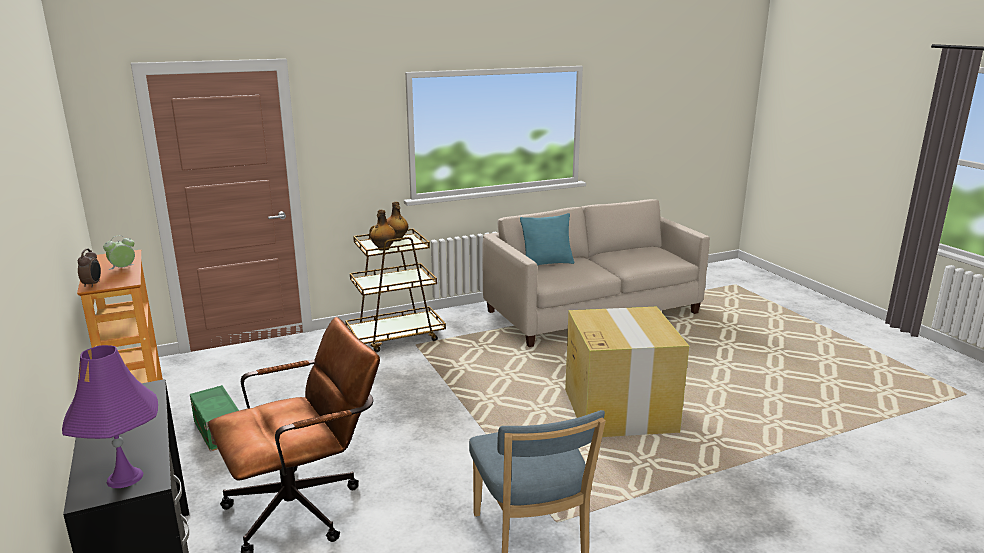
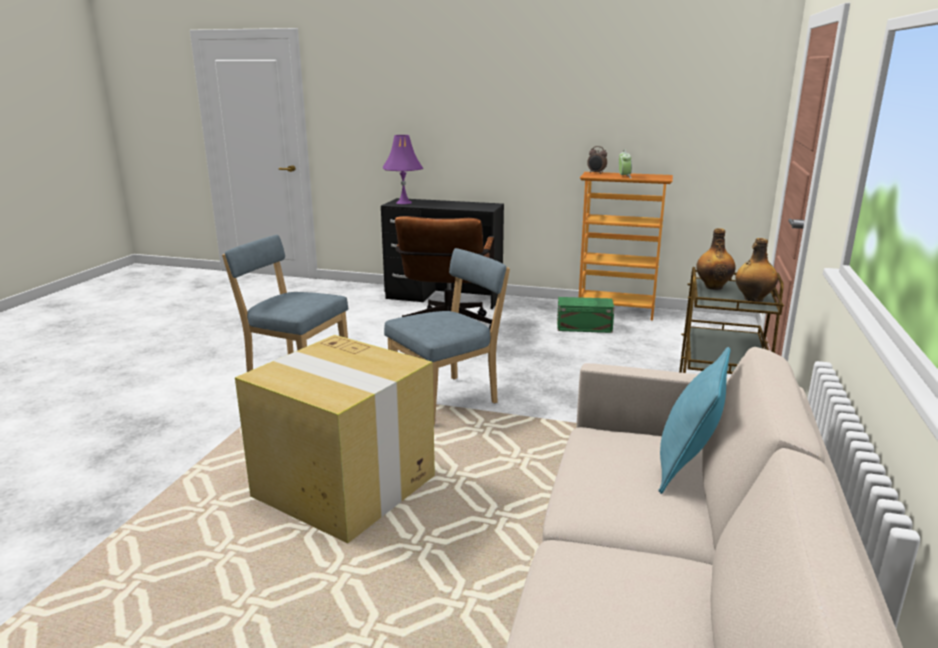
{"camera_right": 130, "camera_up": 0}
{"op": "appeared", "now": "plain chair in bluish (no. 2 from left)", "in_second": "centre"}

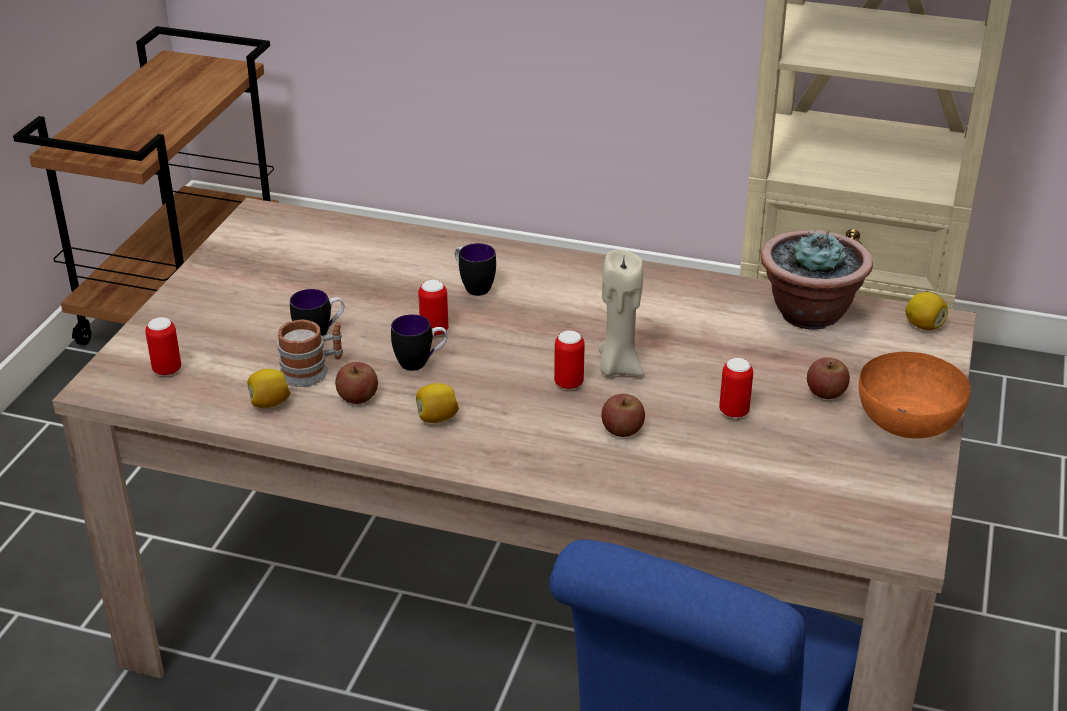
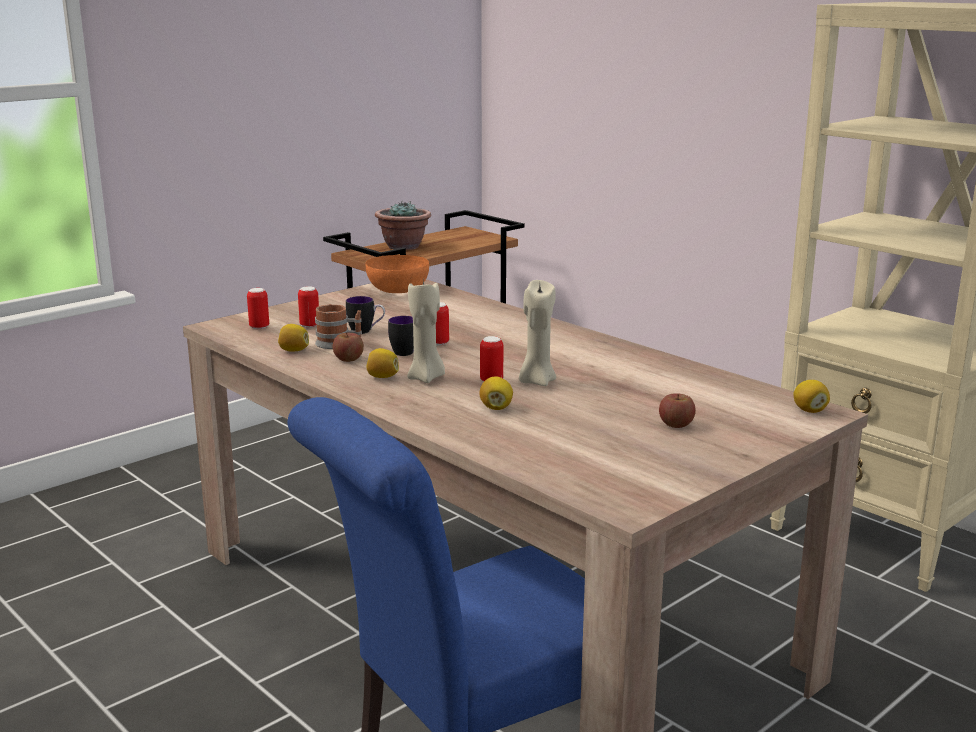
{"camera_right": 30, "camera_up": -15}
{"op": "relocated", "was": "sealed can (no. 4 from left in the first image)", "now": "sealed can (no. 2 from left)", "in_first": "middle right", "in_second": "middle left"}
{"op": "relocated", "was": "deep dish in orangey", "in_first": "middle right", "in_second": "centre"}
{"op": "relocated", "was": "potted plant", "in_first": "middle right", "in_second": "top centre"}
{"op": "appeared", "now": "wax candle in beige-coloured (no. 1 from left)", "in_second": "centre"}
{"op": "exchanged", "was": "apple (no. 2 from left)", "now": "lemon (no. 3 from left)", "in_first": "centre", "in_second": "centre"}
{"op": "missing", "was": "tea mug (no. 4 from left)", "in_first": "centre"}

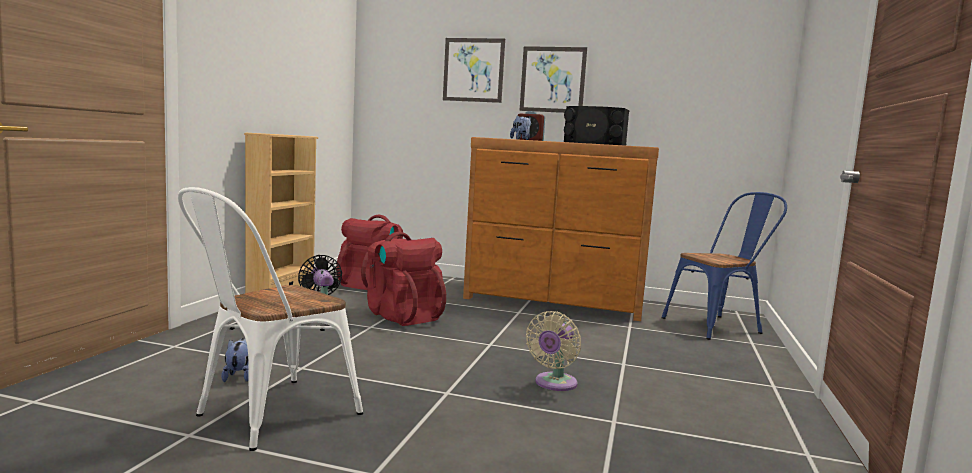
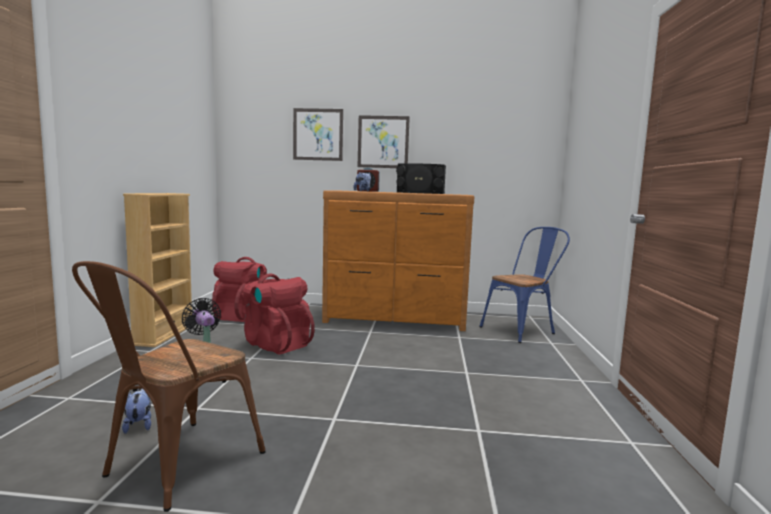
{"camera_right": -10, "camera_up": 0}
{"op": "colour", "was": "plain chair in white-coloured", "now": "plain chair in brownish", "in_first": "bottom left", "in_second": "bottom left"}
{"op": "missing", "was": "electric fan in beige-coloured", "in_first": "bottom centre"}

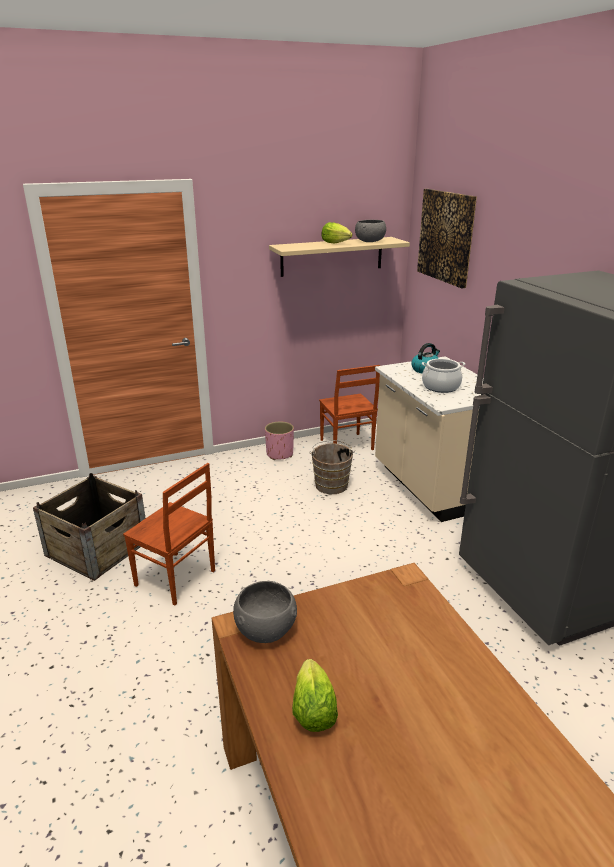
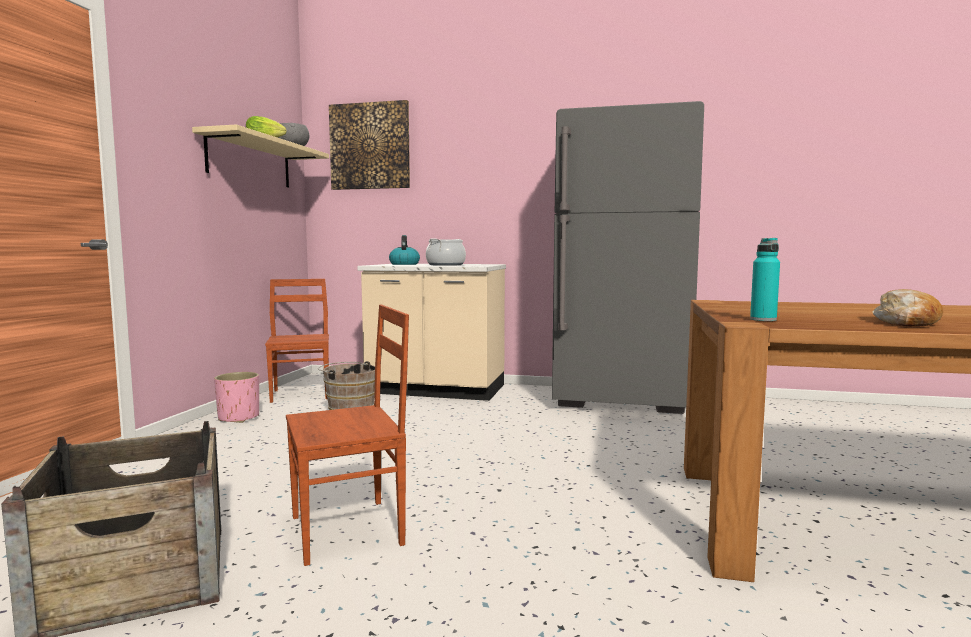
{"camera_right": -55, "camera_up": -20}
{"op": "spun", "was": "plain chair in brownish (no. 2 from left in the first image)", "in_first": "centre", "in_second": "middle left", "clockwise": -120}
{"op": "exchanged", "was": "deep dish in greyish (no. 1 from left)", "now": "drink bottle in turquoise", "in_first": "bottom centre", "in_second": "middle right"}
{"op": "exchanged", "was": "head of lettuce (no. 1 from left)", "now": "bakery bread", "in_first": "bottom centre", "in_second": "middle right"}

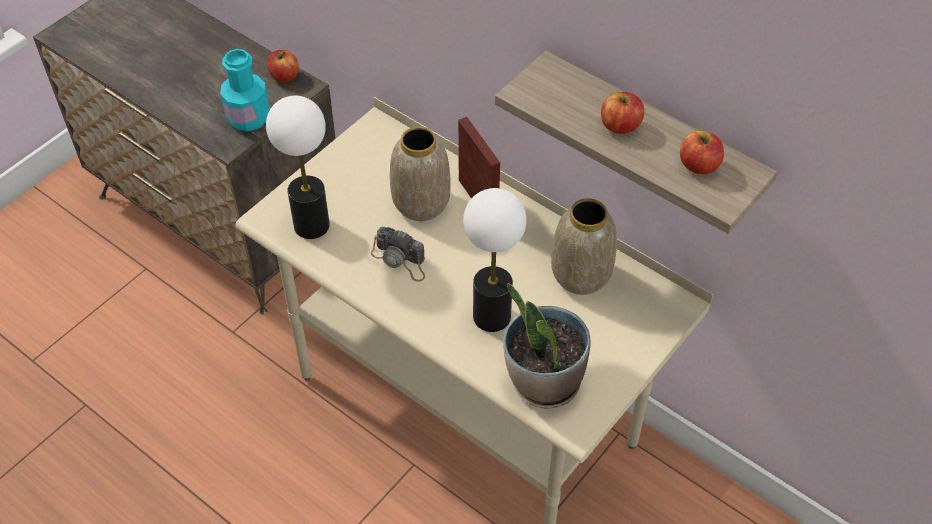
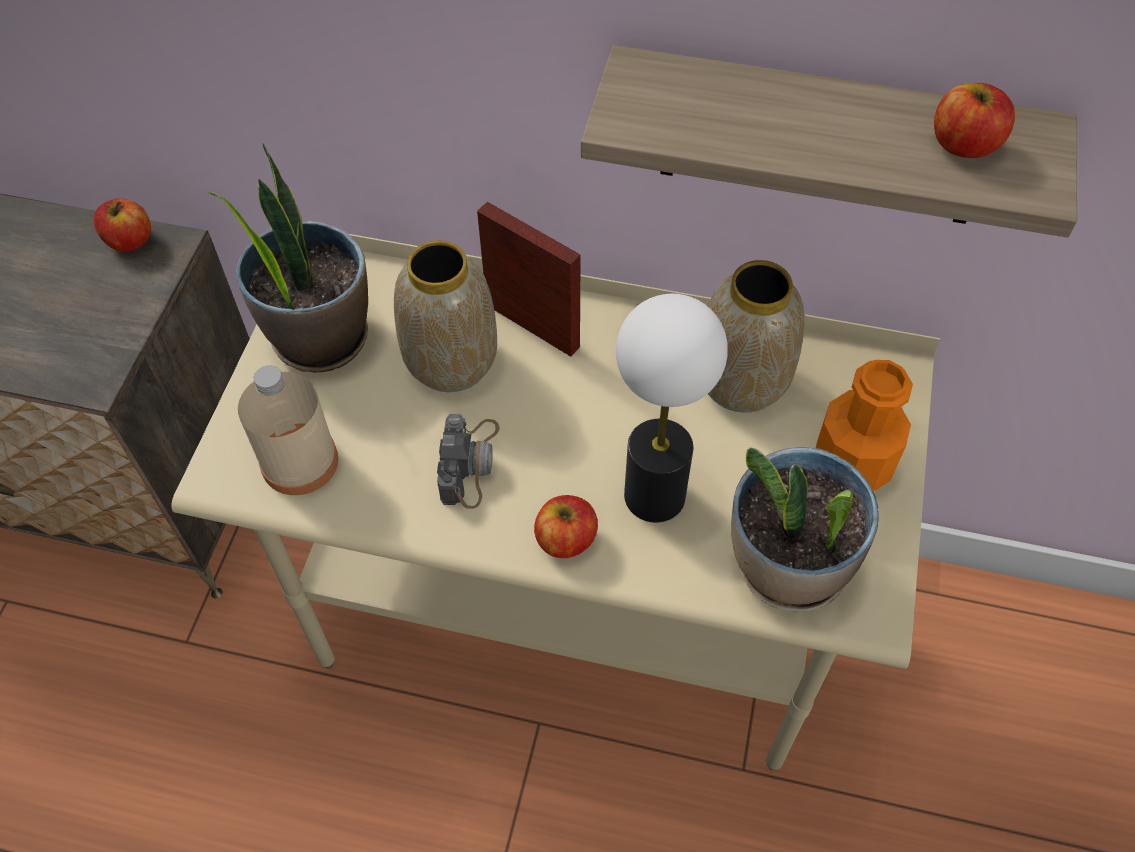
{"camera_right": -25, "camera_up": 5}
{"op": "appeared", "now": "potted plant (no. 1 from left)", "in_second": "top left"}
{"op": "exchanged", "was": "lamp for a table (no. 1 from left)", "now": "drink bottle in beige-coloured", "in_first": "top left", "in_second": "middle left"}
{"op": "spun", "was": "photo camera", "in_first": "centre", "in_second": "centre", "clockwise": -90}
{"op": "relocated", "was": "apple (no. 2 from left)", "in_first": "top right", "in_second": "centre"}
{"op": "appeared", "now": "drink bottle in orangey", "in_second": "middle right"}
{"op": "missing", "was": "drink bottle in turquoise", "in_first": "top left"}

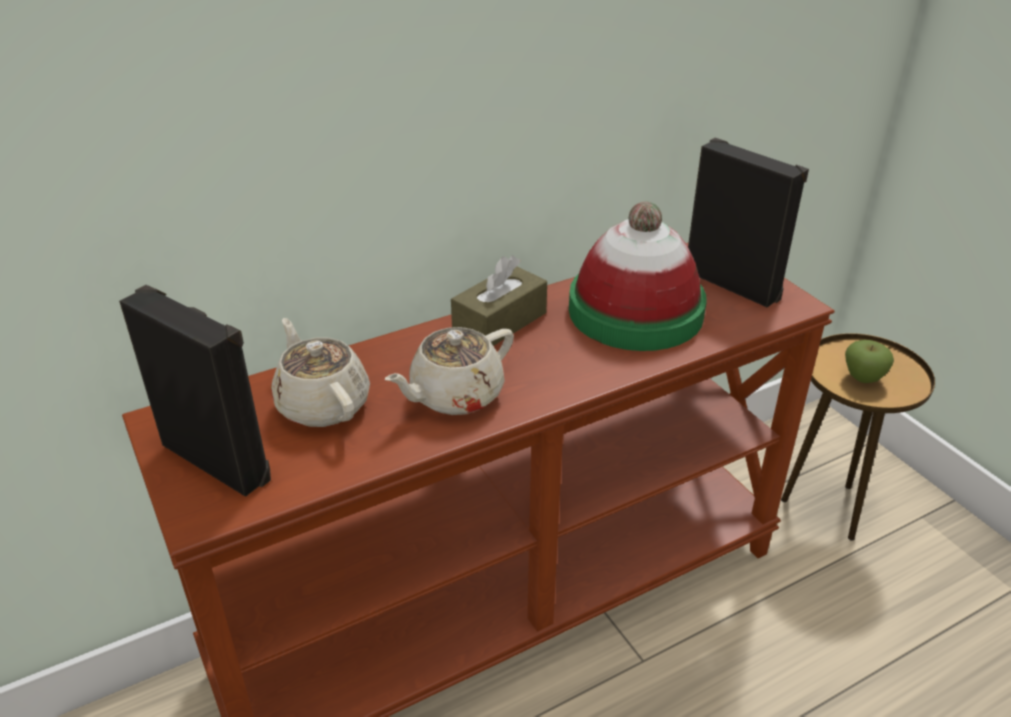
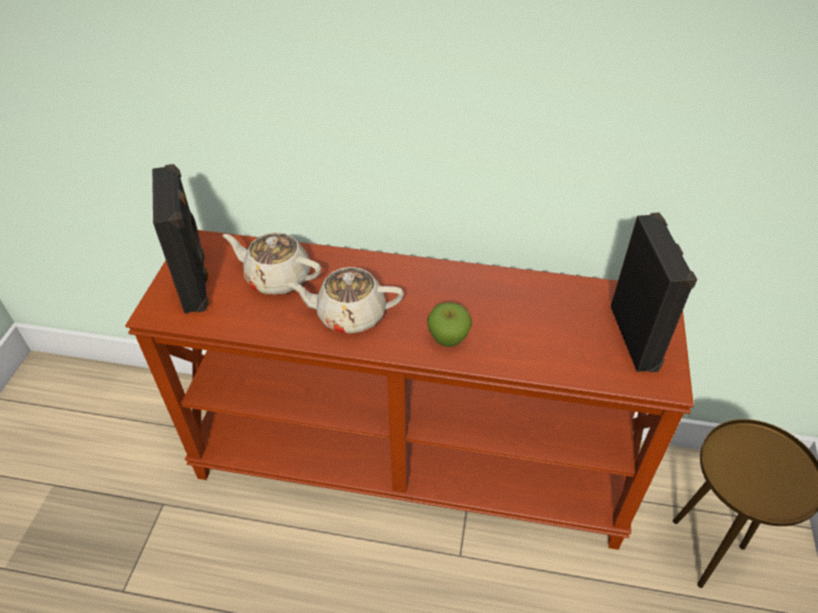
{"camera_right": 40, "camera_up": 10}
{"op": "spun", "was": "tea pot in beige-coloured (no. 1 from left)", "in_first": "middle left", "in_second": "middle left", "clockwise": -75}
{"op": "relocated", "was": "apple", "in_first": "middle right", "in_second": "centre"}
{"op": "missing", "was": "tissue box in brownish", "in_first": "centre"}
{"op": "missing", "was": "clothing hat", "in_first": "centre"}

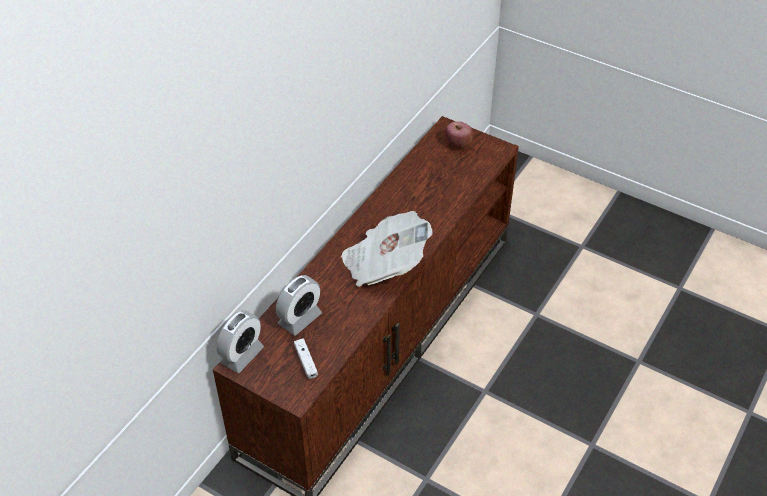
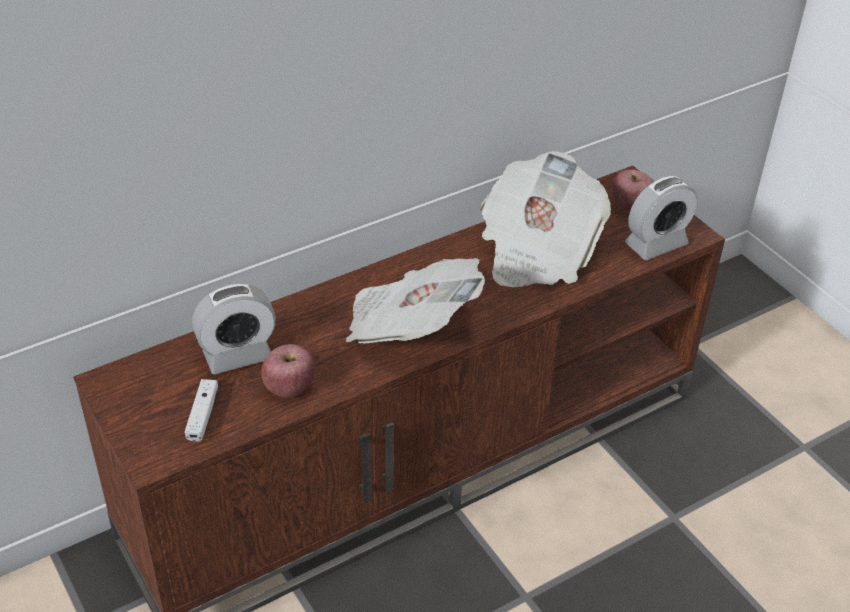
{"camera_right": 25, "camera_up": -5}
{"op": "appeared", "now": "apple (no. 1 from left)", "in_second": "centre"}
{"op": "appeared", "now": "daily paper (no. 2 from left)", "in_second": "centre"}
{"op": "relocated", "was": "bedside clock (no. 1 from left in the first image)", "now": "bedside clock (no. 2 from left)", "in_first": "bottom left", "in_second": "middle right"}

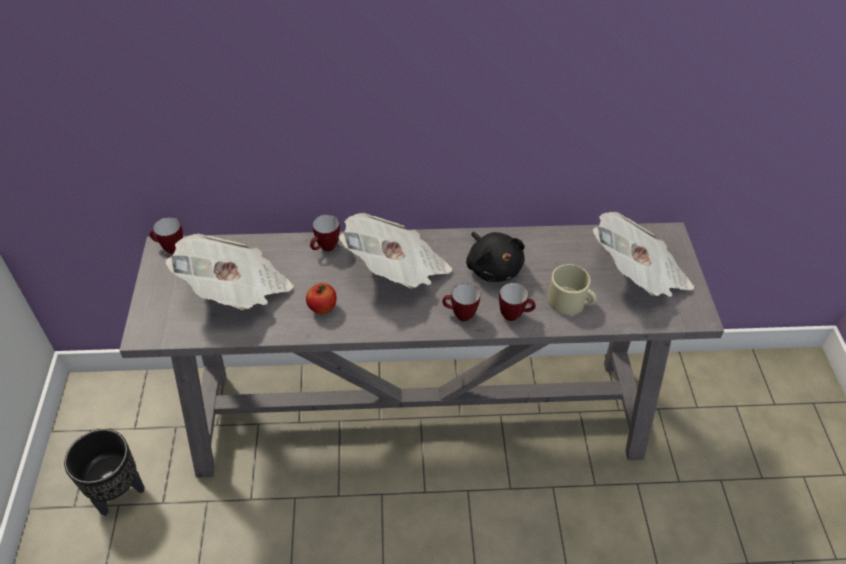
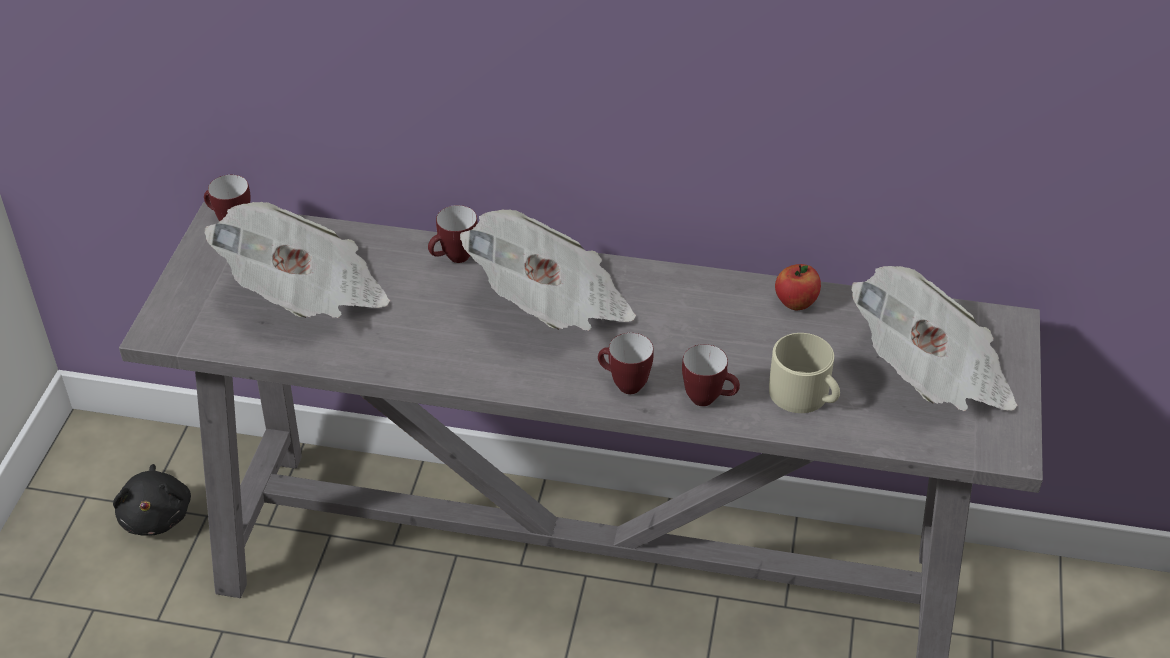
{"camera_right": 15, "camera_up": -5}
{"op": "relocated", "was": "plush toy in black-coloured", "in_first": "centre", "in_second": "bottom left"}
{"op": "relocated", "was": "apple", "in_first": "centre", "in_second": "middle right"}
{"op": "missing", "was": "planter in black-coloured", "in_first": "bottom left"}

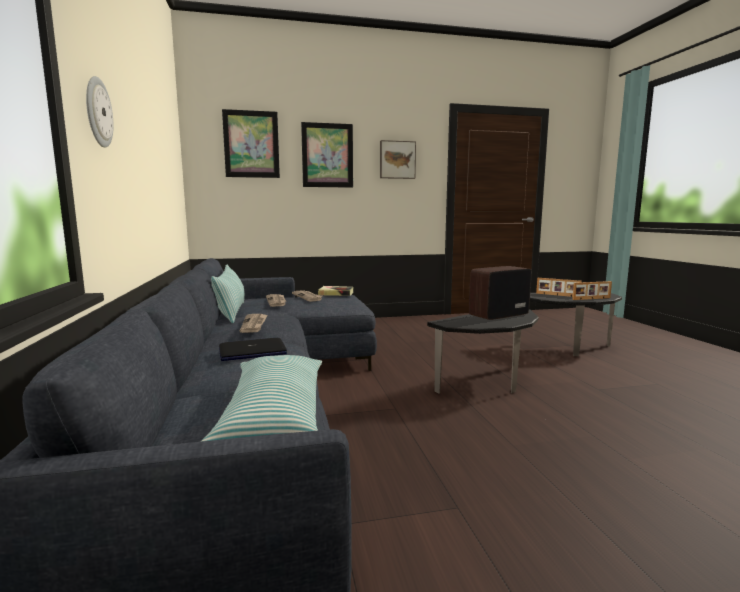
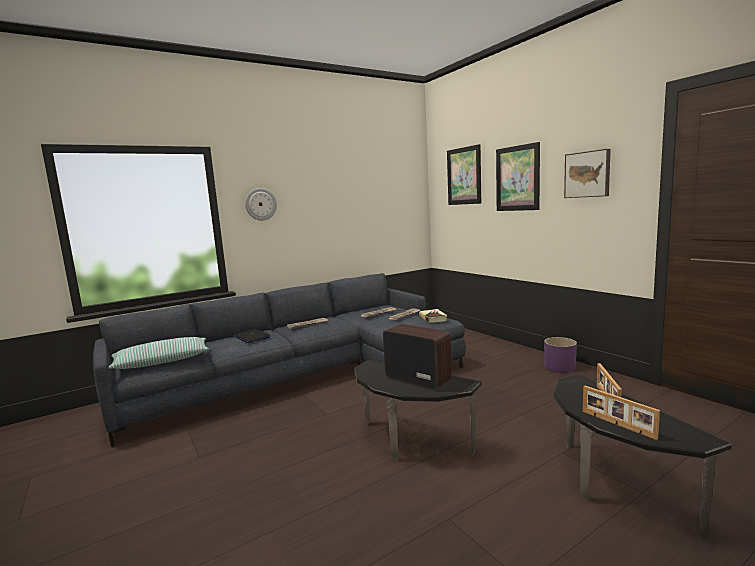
{"camera_right": 70, "camera_up": 0}
{"op": "appeared", "now": "planter in purple", "in_second": "middle right"}
{"op": "missing", "was": "pillow (no. 1 from left)", "in_first": "middle left"}

